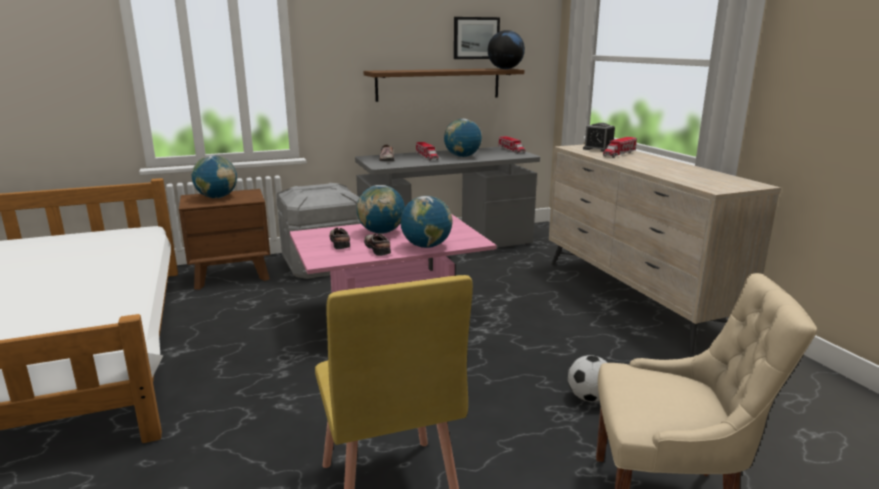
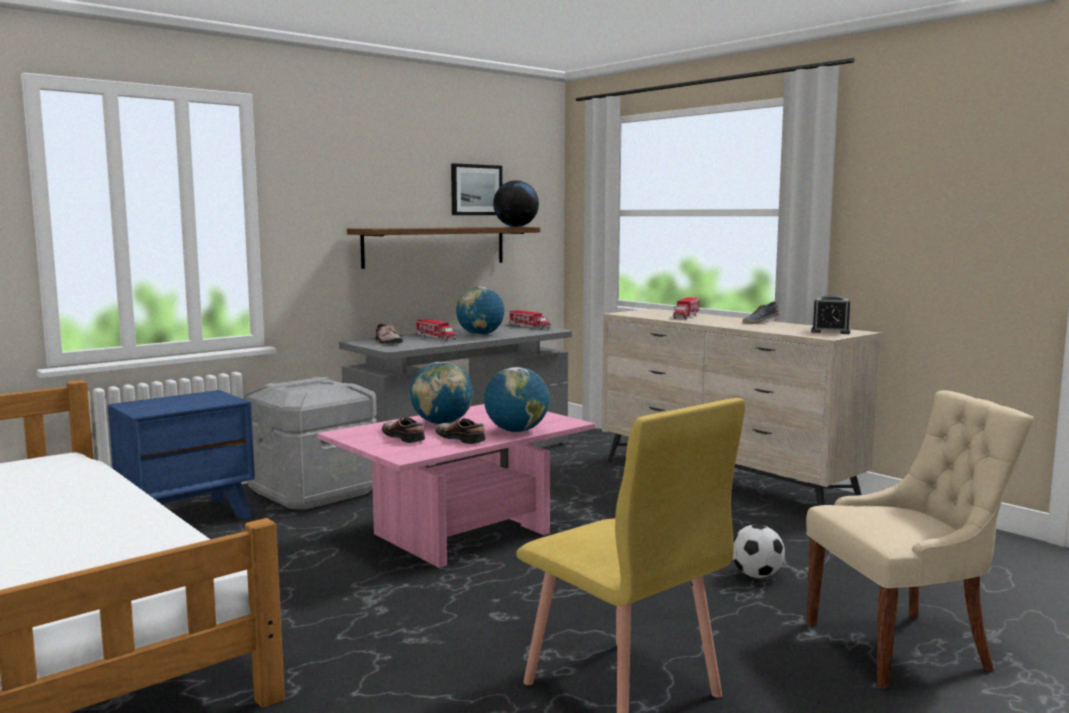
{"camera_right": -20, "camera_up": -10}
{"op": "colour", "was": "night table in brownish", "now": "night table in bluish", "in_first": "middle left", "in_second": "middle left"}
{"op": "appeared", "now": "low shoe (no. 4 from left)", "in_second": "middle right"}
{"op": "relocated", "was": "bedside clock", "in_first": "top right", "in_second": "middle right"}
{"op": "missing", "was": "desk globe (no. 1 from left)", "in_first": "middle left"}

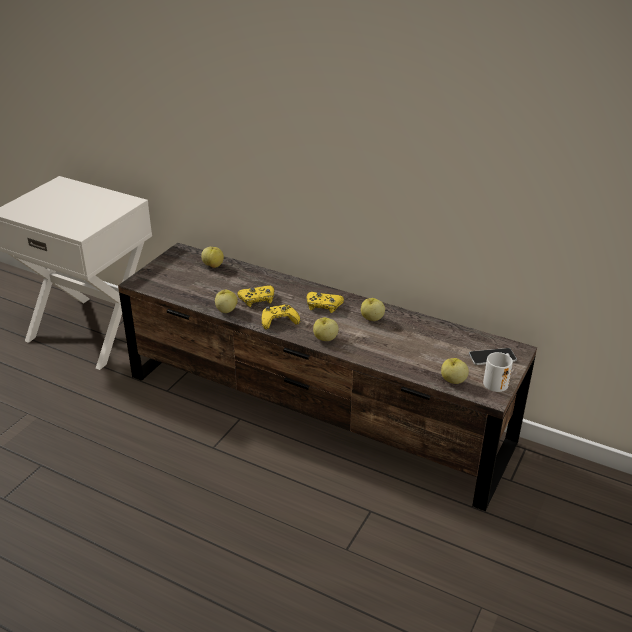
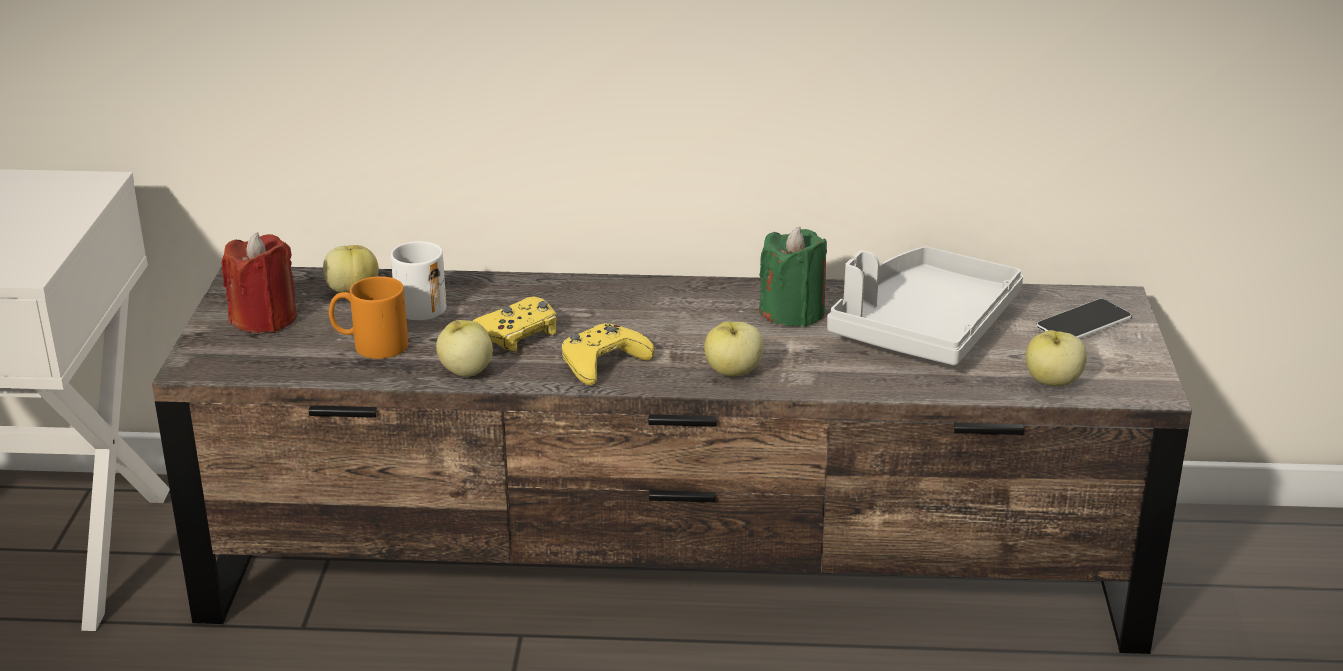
{"camera_right": -25, "camera_up": -5}
{"op": "appeared", "now": "wax candle in red", "in_second": "middle left"}
{"op": "appeared", "now": "tea mug in orangey", "in_second": "middle left"}
{"op": "relocated", "was": "tea mug in white-coloured", "in_first": "middle right", "in_second": "middle left"}
{"op": "exchanged", "was": "apple (no. 4 from left)", "now": "wax candle in green-coloured", "in_first": "centre", "in_second": "centre"}
{"op": "appeared", "now": "carrying tray in greyish", "in_second": "middle right"}
{"op": "missing", "was": "game controller in yellow-coloured (no. 3 from left)", "in_first": "centre"}

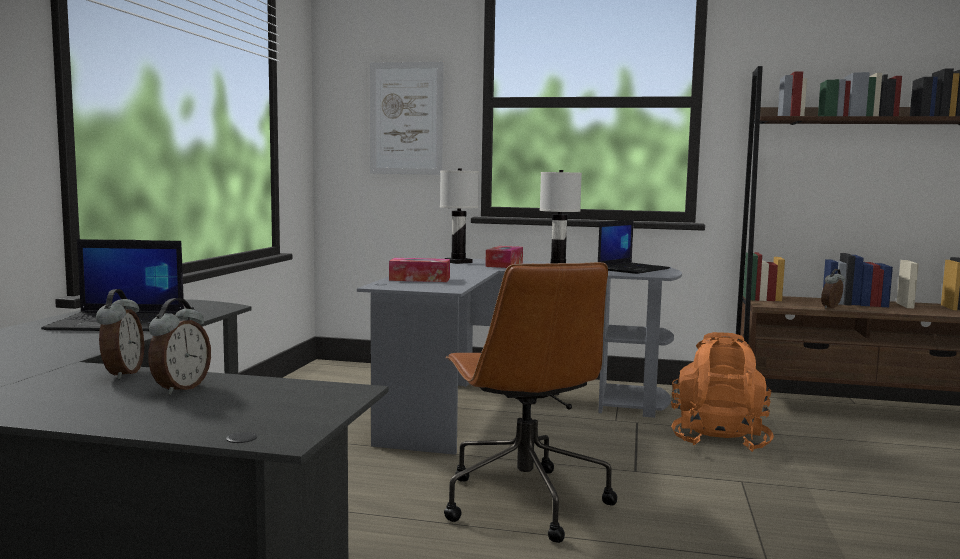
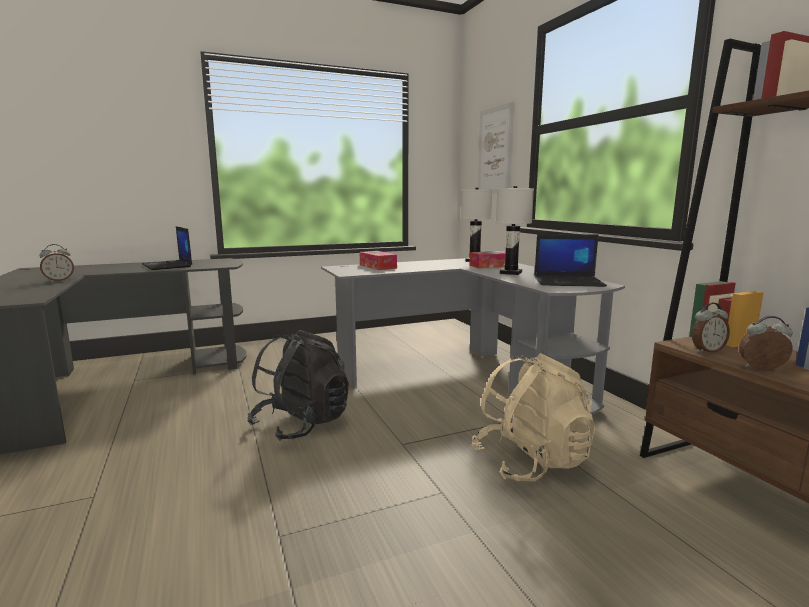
{"camera_right": 55, "camera_up": 5}
{"op": "exchanged", "was": "desk chair in brownish", "now": "knapsack in black-coloured", "in_first": "bottom centre", "in_second": "centre"}
{"op": "colour", "was": "knapsack in orangey", "now": "knapsack in beige-coloured", "in_first": "bottom right", "in_second": "bottom centre"}
{"op": "relocated", "was": "bedside clock (no. 2 from left)", "in_first": "middle left", "in_second": "middle right"}

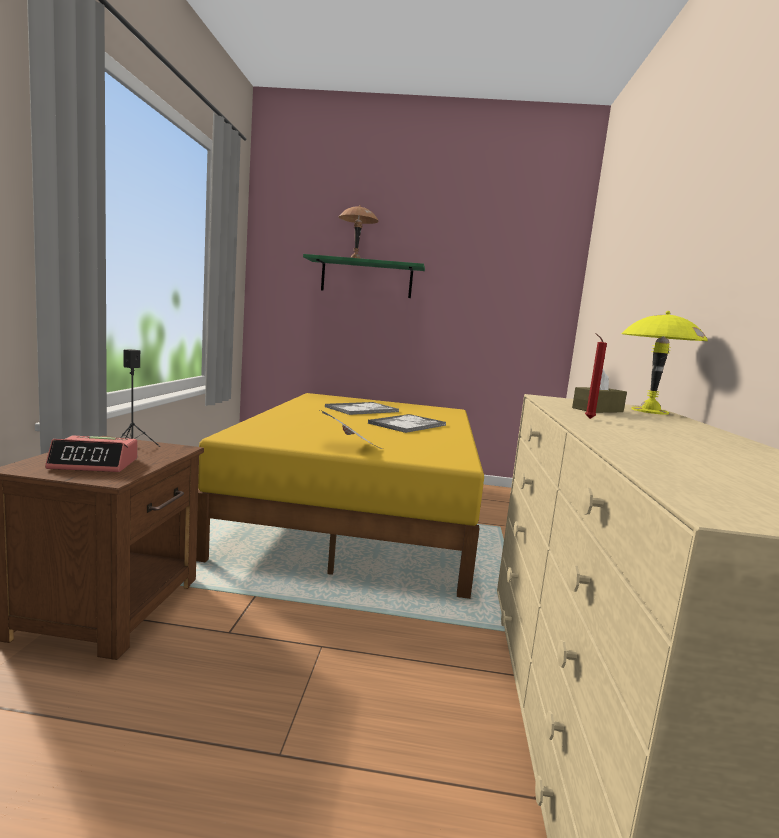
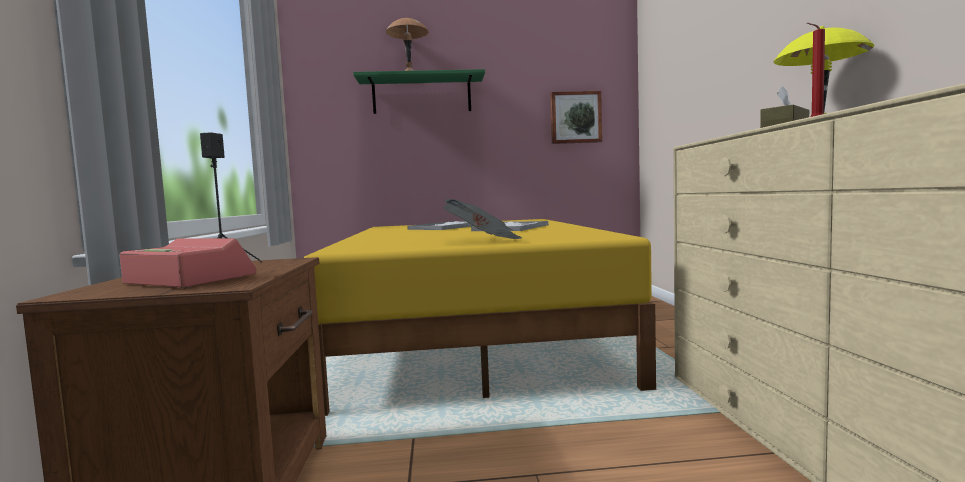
{"camera_right": -10, "camera_up": -5}
{"op": "spun", "was": "bedside clock", "in_first": "middle left", "in_second": "middle left", "clockwise": -135}
{"op": "appeared", "now": "wall picture", "in_second": "top centre"}

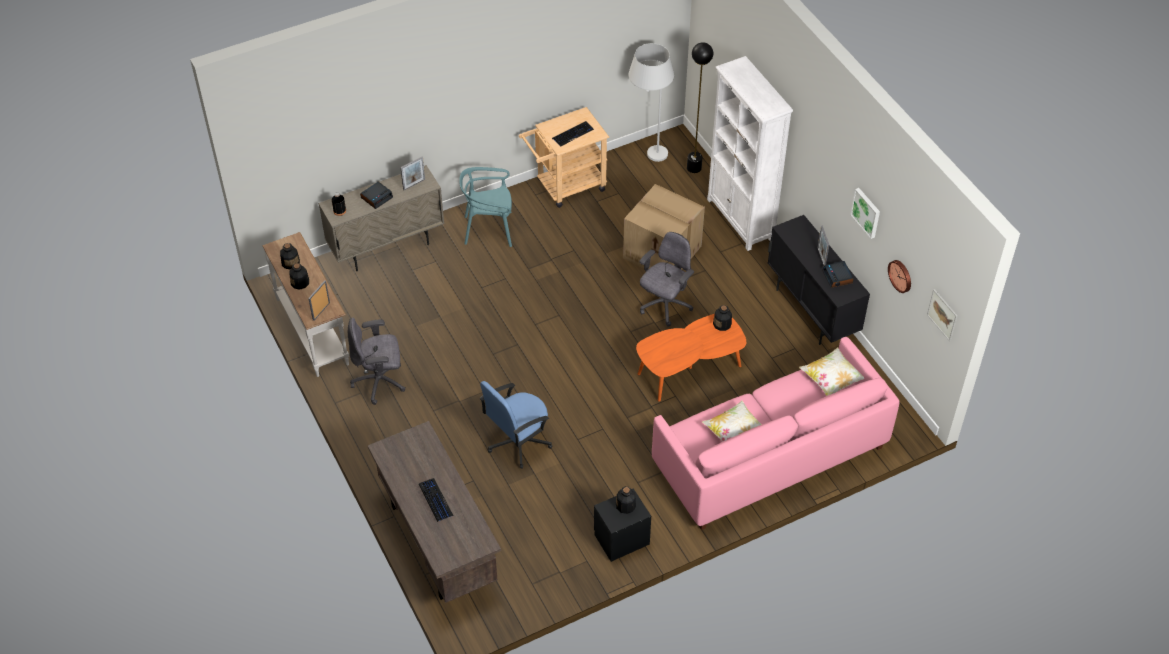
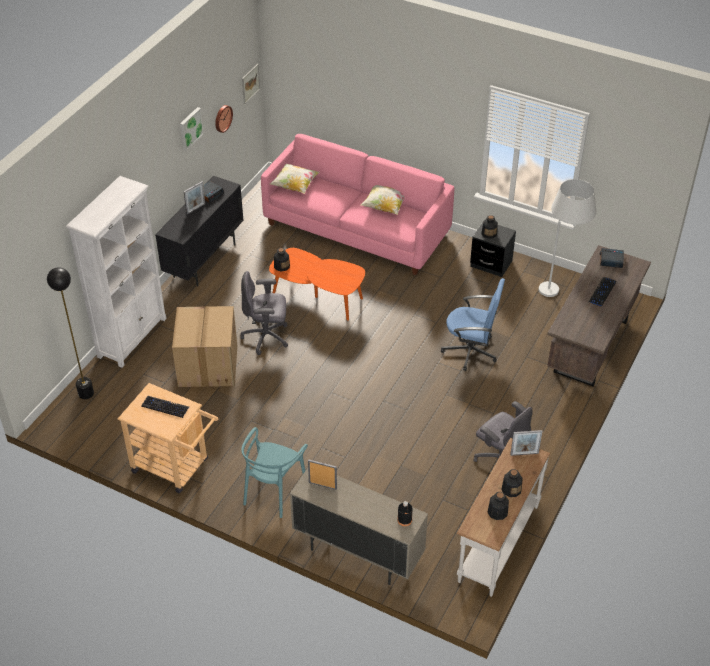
{"camera_right": -125, "camera_up": -5}
{"op": "spun", "was": "plain chair in turquoise", "in_first": "top centre", "in_second": "bottom centre", "clockwise": 60}
{"op": "relocated", "was": "floor lamp in white-coloured", "in_first": "top centre", "in_second": "middle right"}
{"op": "relocated", "was": "bedside clock (no. 1 from left in the first image)", "now": "bedside clock (no. 2 from left)", "in_first": "top left", "in_second": "middle right"}

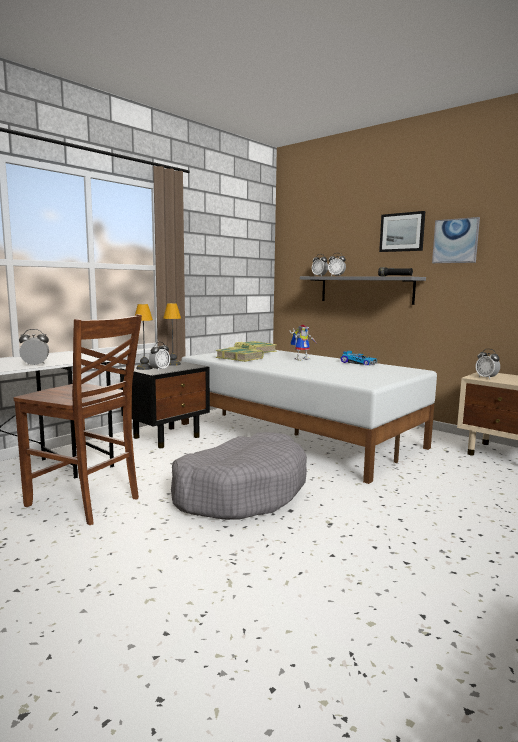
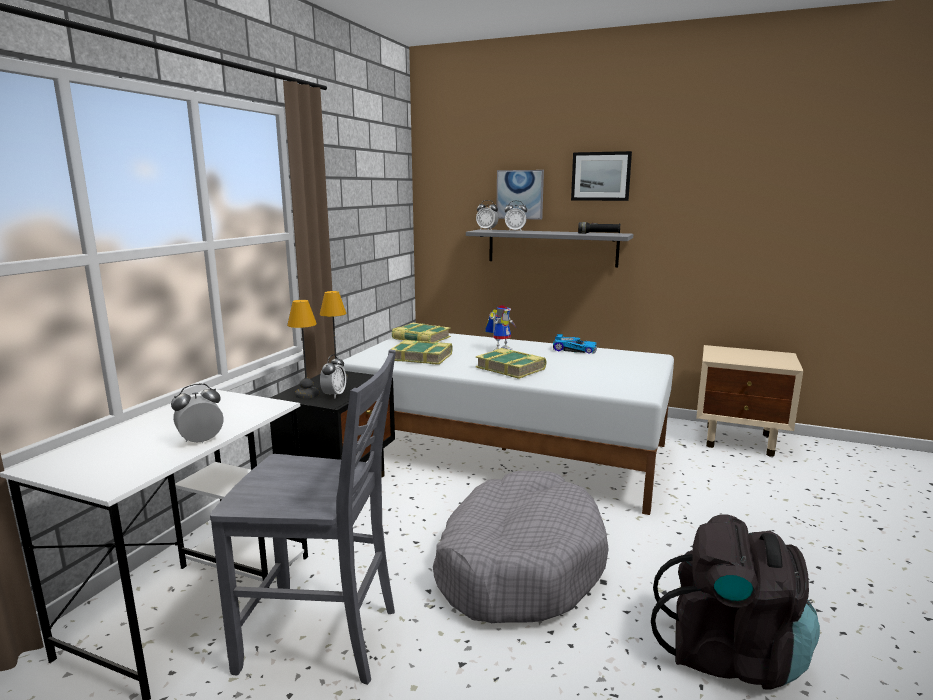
{"camera_right": -20, "camera_up": 5}
{"op": "colour", "was": "plain chair in brownish", "now": "plain chair in greyish", "in_first": "middle left", "in_second": "bottom left"}
{"op": "appeared", "now": "book (no. 3 from left)", "in_second": "centre"}
{"op": "relocated", "was": "wall picture (no. 2 from left in the first image)", "now": "wall picture (no. 1 from left)", "in_first": "top right", "in_second": "top centre"}
{"op": "appeared", "now": "knapsack in black-coloured", "in_second": "bottom right"}
{"op": "missing", "was": "bedside clock (no. 5 from left)", "in_first": "middle right"}

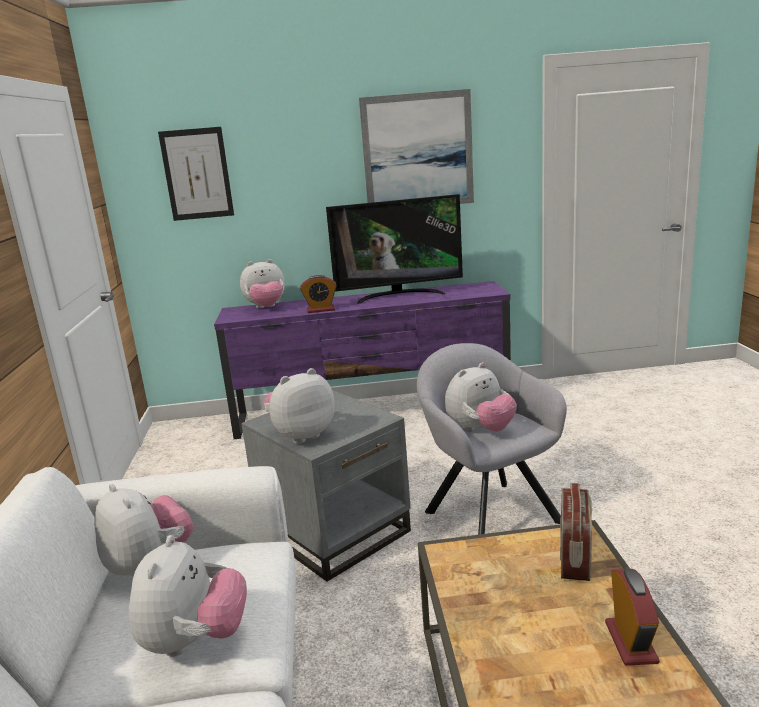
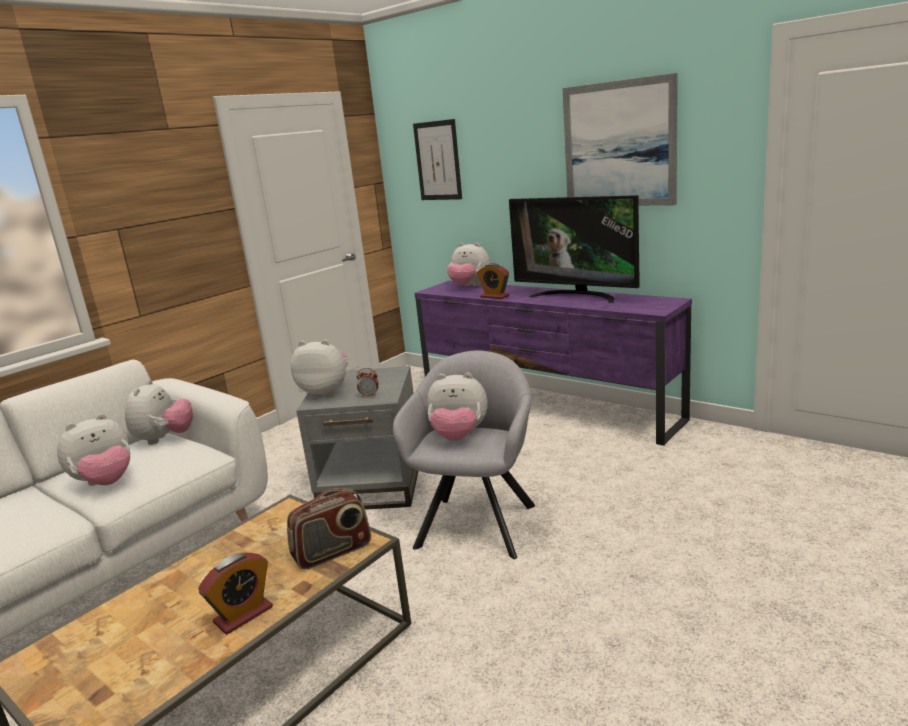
{"camera_right": 45, "camera_up": 0}
{"op": "appeared", "now": "bedside clock (no. 2 from left)", "in_second": "centre"}

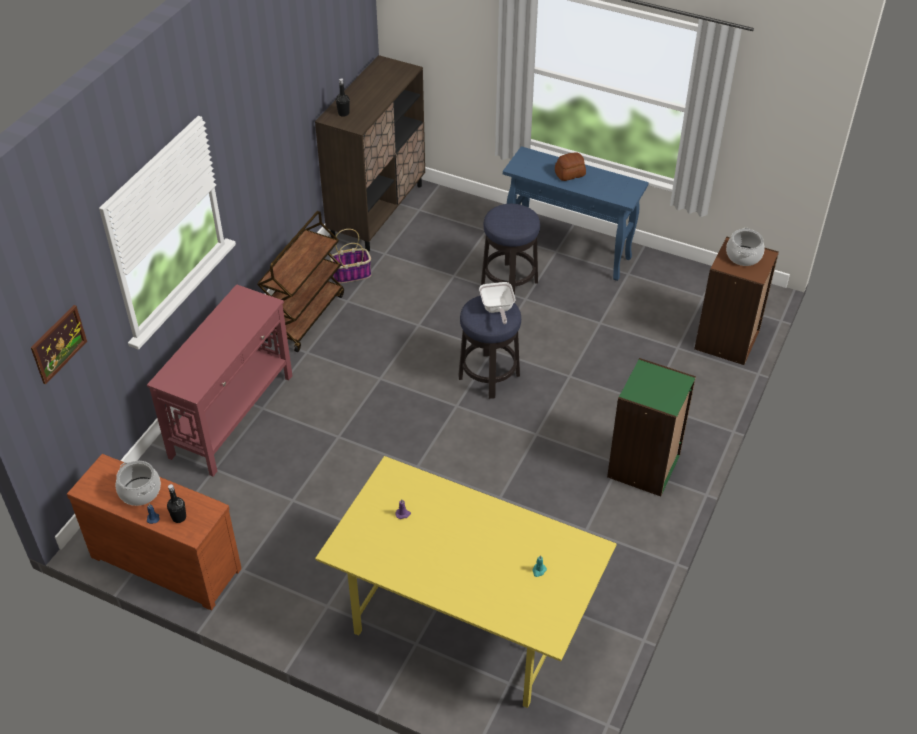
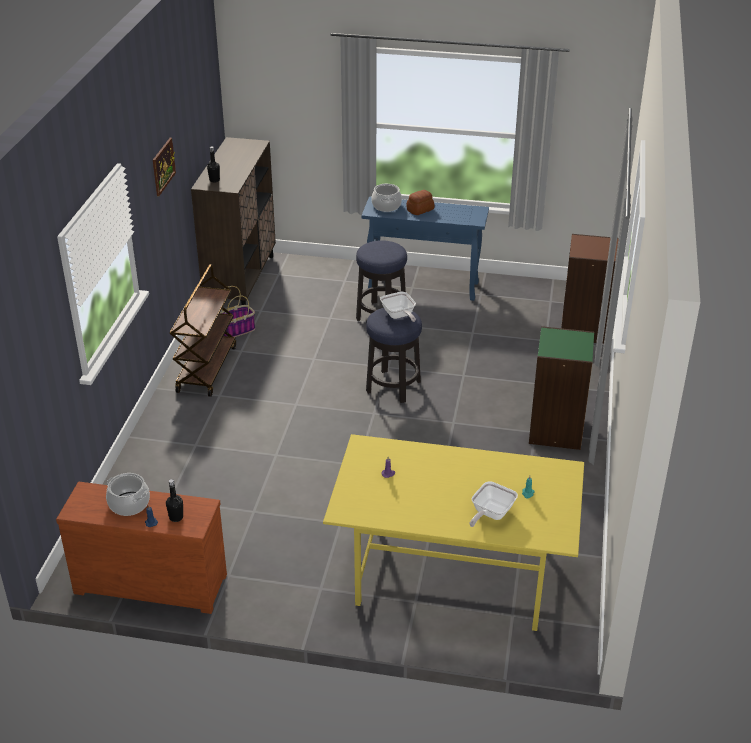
{"camera_right": -15, "camera_up": -10}
{"op": "relocated", "was": "wall picture", "in_first": "middle left", "in_second": "top left"}
{"op": "relocated", "was": "stockpot (no. 2 from left)", "in_first": "middle right", "in_second": "top centre"}
{"op": "appeared", "now": "skillet (no. 2 from left)", "in_second": "bottom centre"}
{"op": "missing", "was": "console table in red", "in_first": "middle left"}

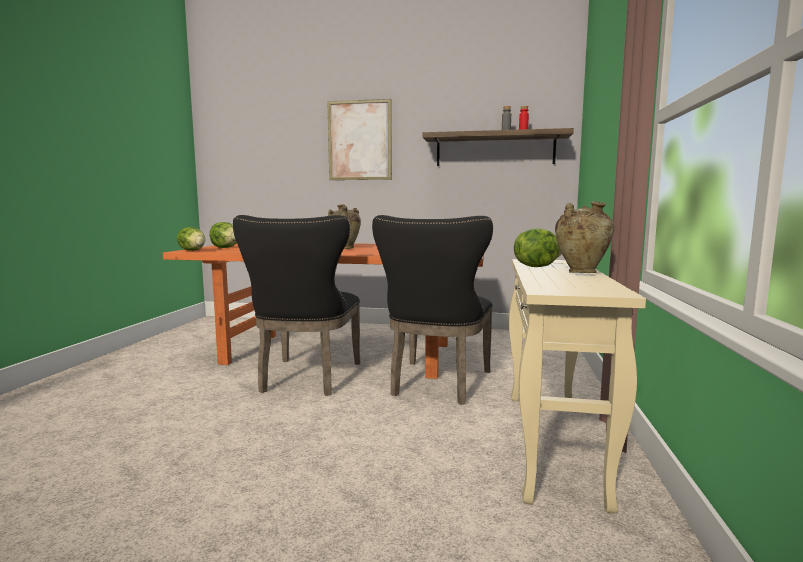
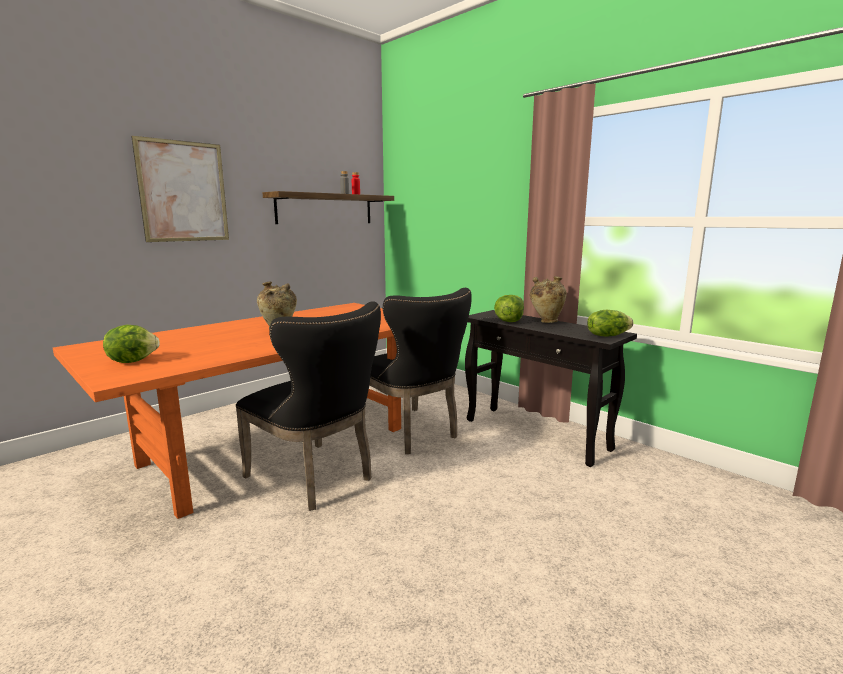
{"camera_right": -55, "camera_up": 5}
{"op": "colour", "was": "console table in beige-coloured", "now": "console table in black-coloured", "in_first": "bottom right", "in_second": "centre"}
{"op": "relocated", "was": "head of lettuce (no. 1 from left in the first image)", "now": "head of lettuce (no. 3 from left)", "in_first": "middle left", "in_second": "middle right"}

